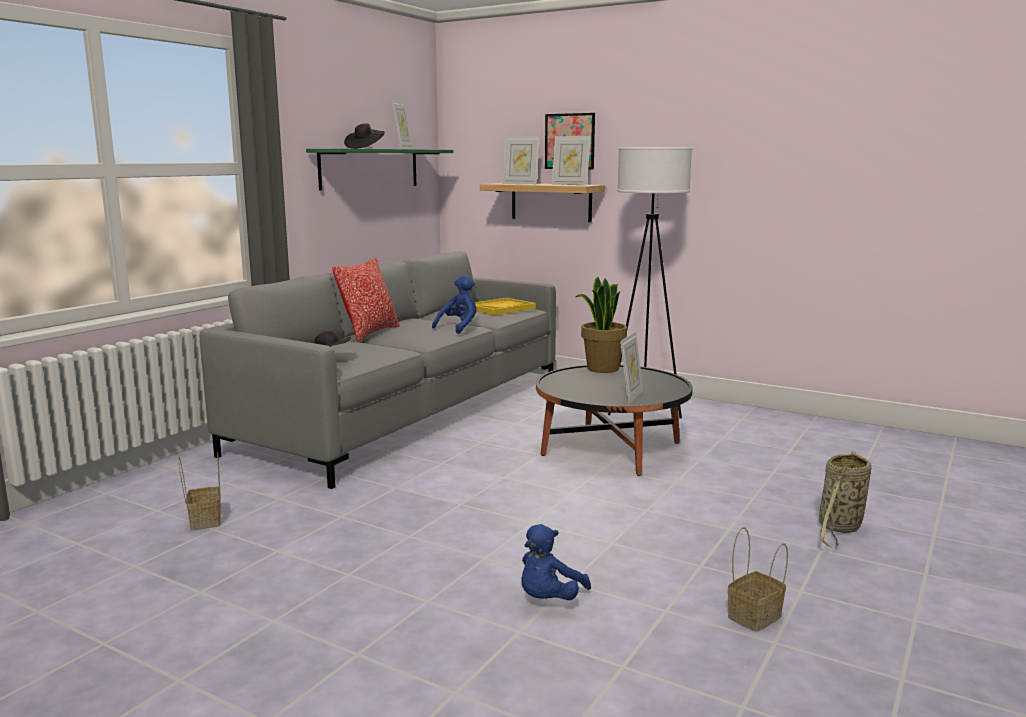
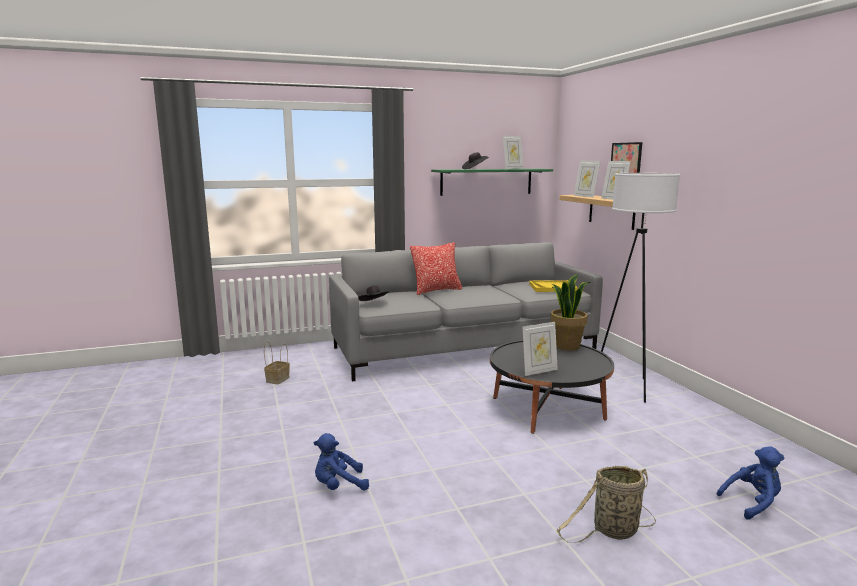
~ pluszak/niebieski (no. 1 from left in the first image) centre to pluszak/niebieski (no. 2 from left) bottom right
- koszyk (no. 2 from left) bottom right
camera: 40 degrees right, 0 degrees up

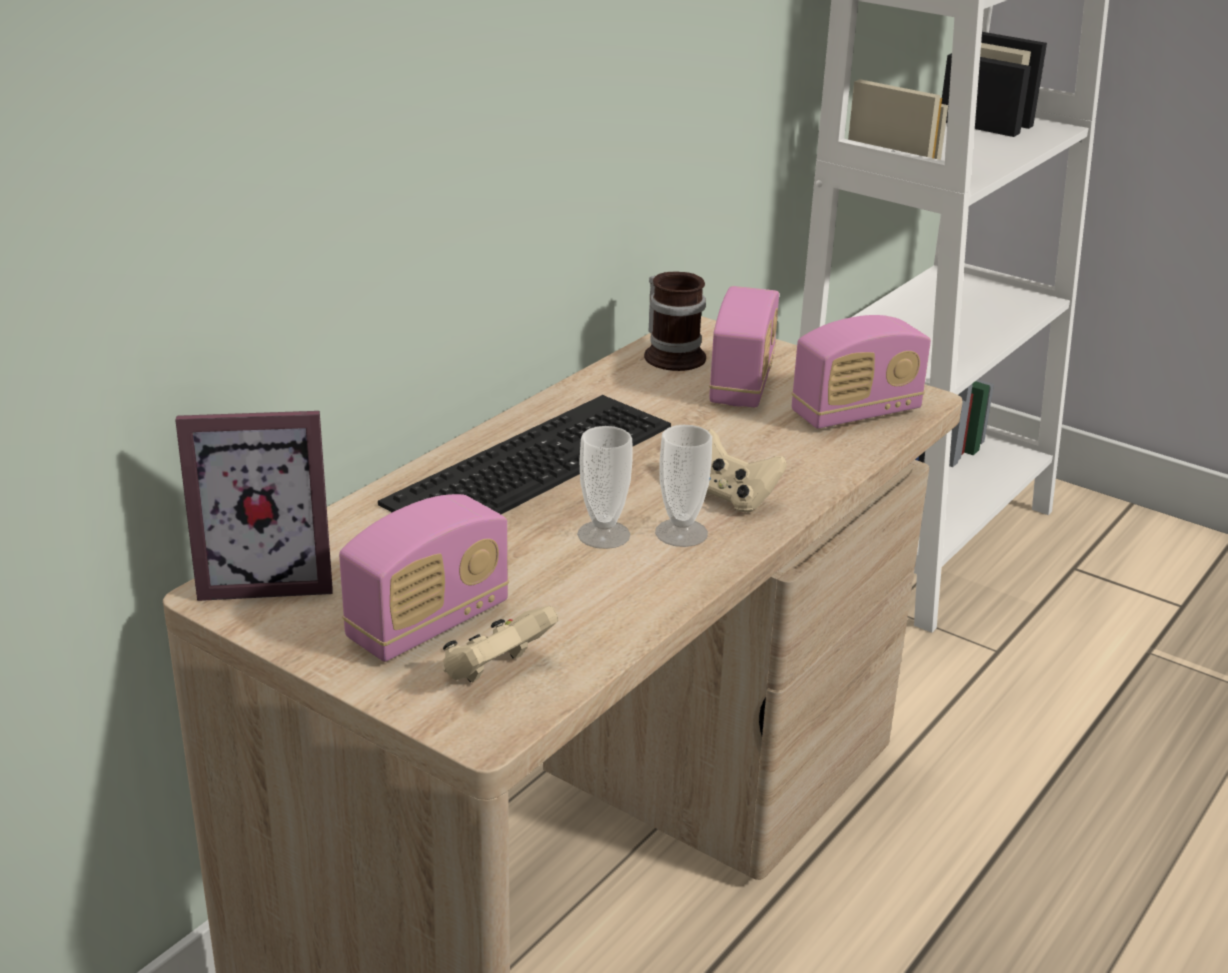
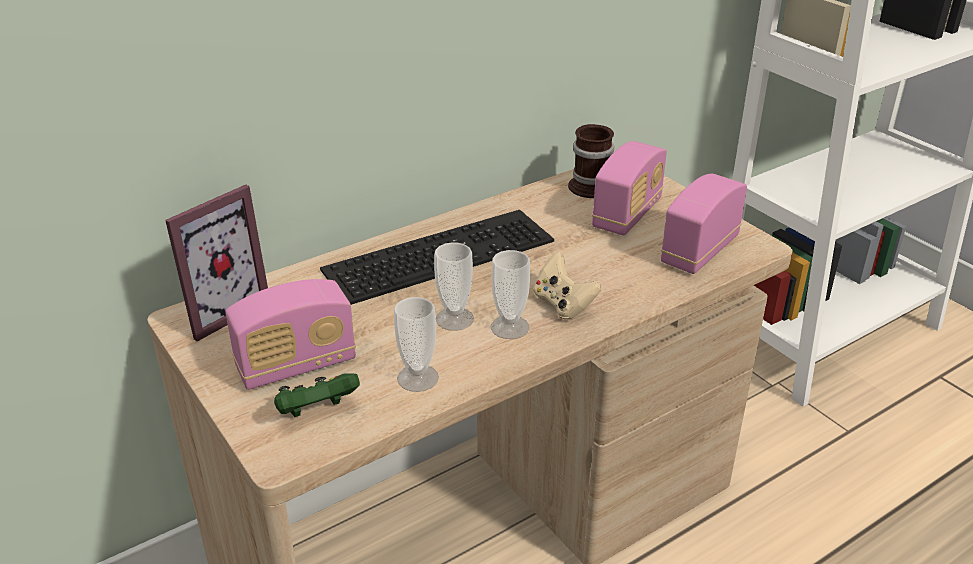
~ ramka na zdjęcie middle left = middle left 60 degrees counterclockwise
~ pad do gier/beżowy (no. 1 from left) centre to pad do gier/zielony bottom left
~ radio (no. 3 from left) middle right = middle right 135 degrees clockwise
+ filiżanka (no. 1 from left) centre
camera: 20 degrees right, 5 degrees up

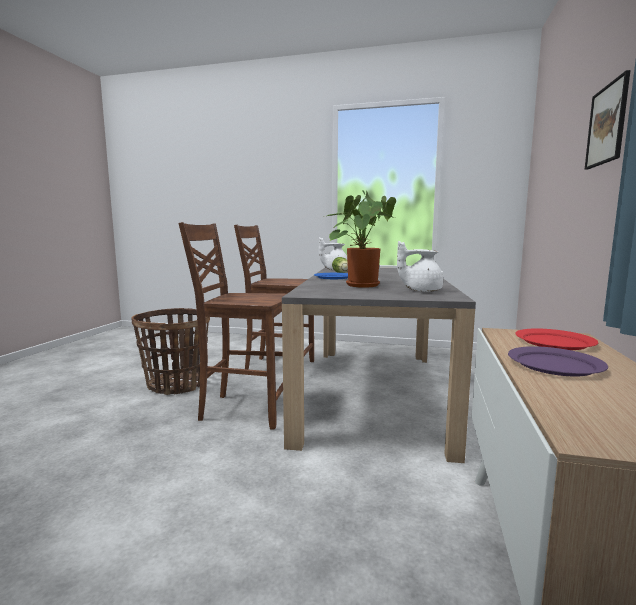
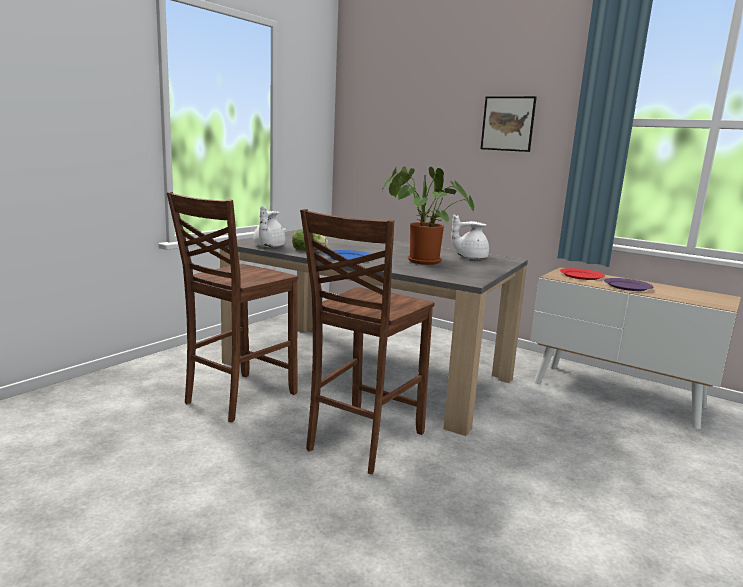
- koszyk middle left
~ imbryk/biały (no. 2 from left) centre = centre 60 degrees clockwise
camera: 70 degrees left, 5 degrees up

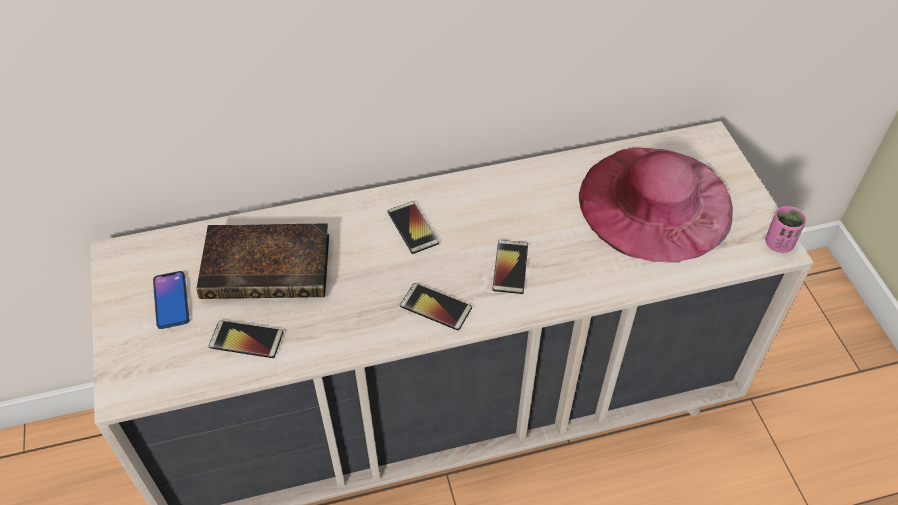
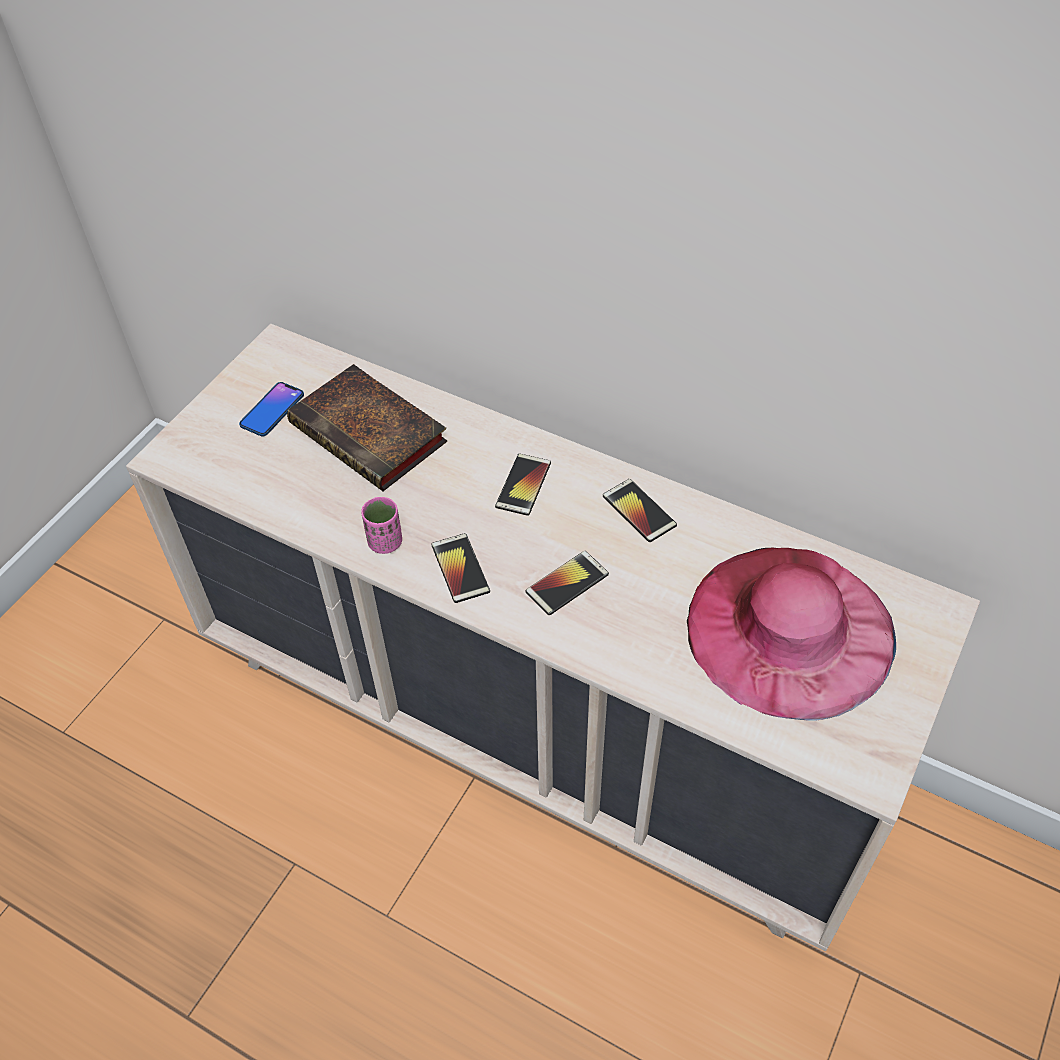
~ telefon (no. 2 from left in the first image) bottom left to telefon (no. 5 from left) centre
~ filiżanka/różowy middle right to centre
camera: 45 degrees right, 0 degrees up

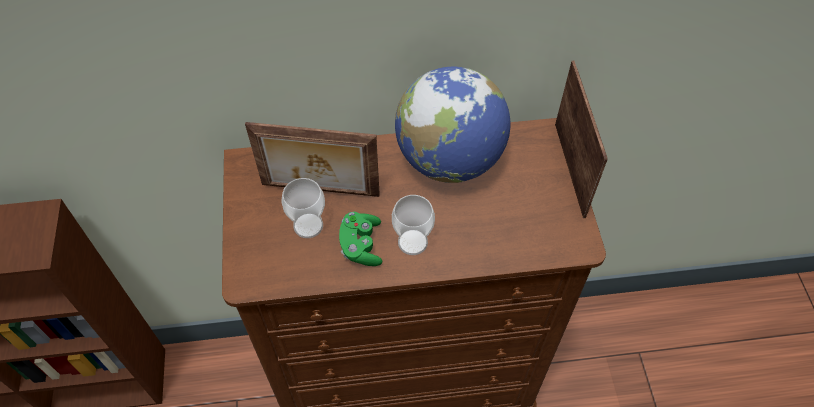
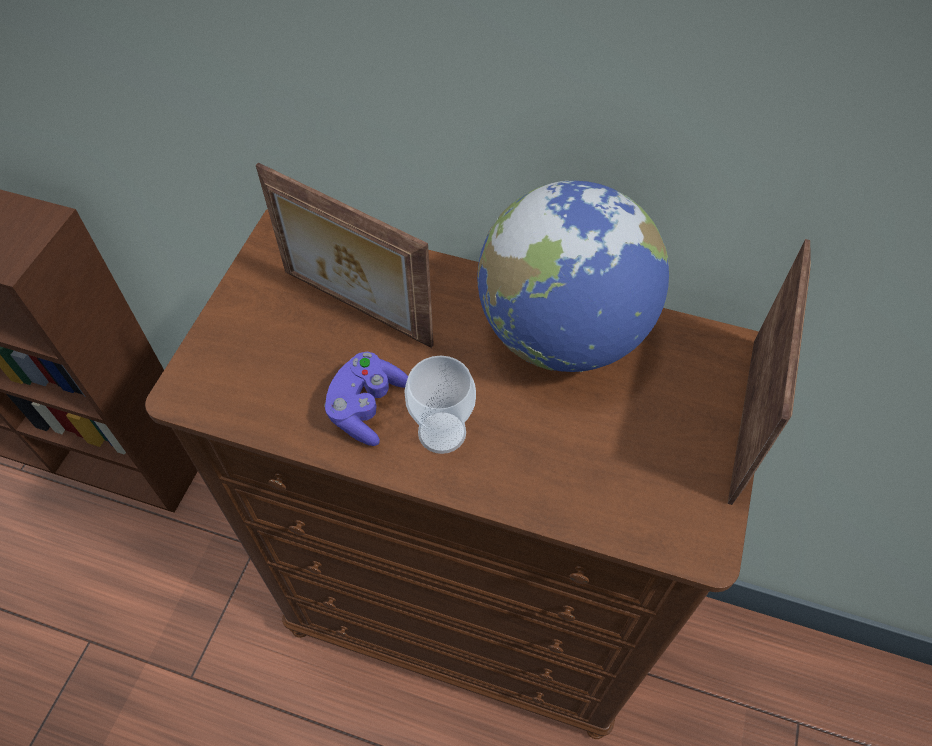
- filiżanka (no. 1 from left) centre
~ pad do gier/zielony centre to pad do gier/fioletowy centre
camera: 25 degrees right, 0 degrees up

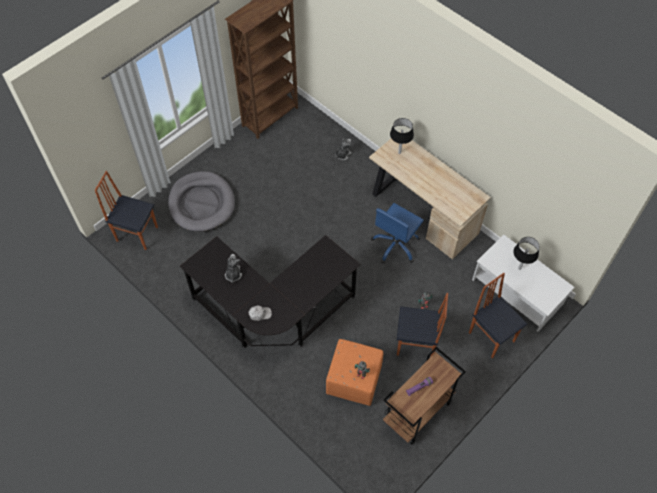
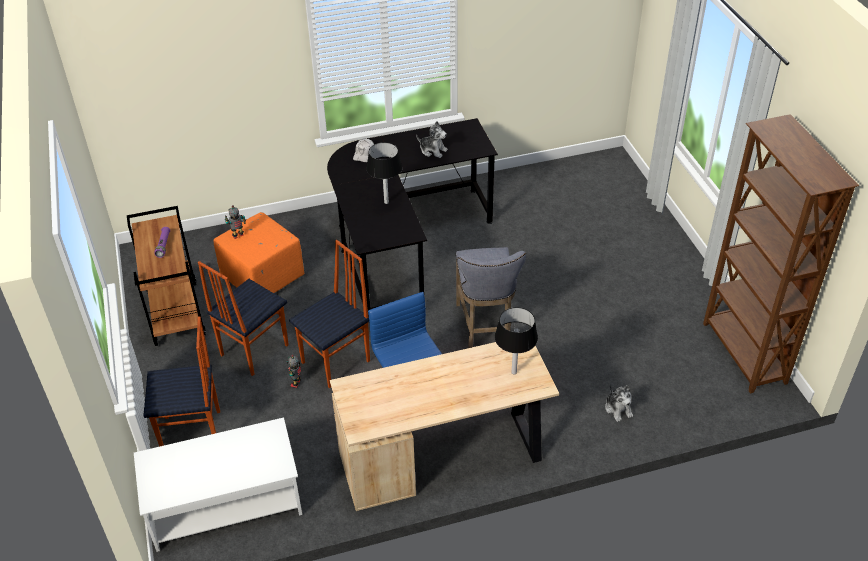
~ krzesło (no. 1 from left in the first image) middle left to krzesło (no. 3 from left) centre
- legowisko/szary middle left
~ lampa stołowa/czarny (no. 2 from left in the first image) middle right to lampa stołowa/czarny (no. 1 from left) top centre
+ stołek/szary centre
camera: 120 degrees right, 15 degrees down

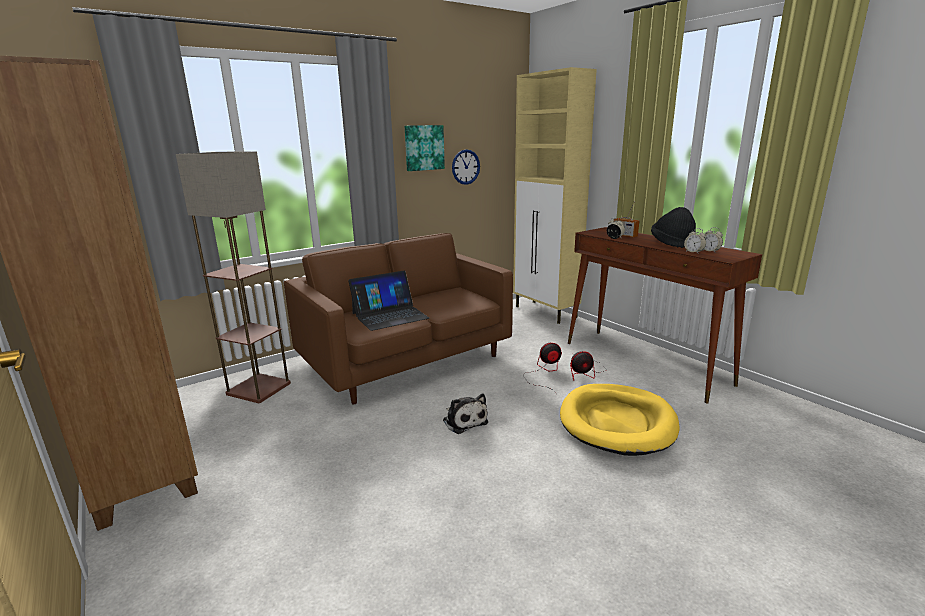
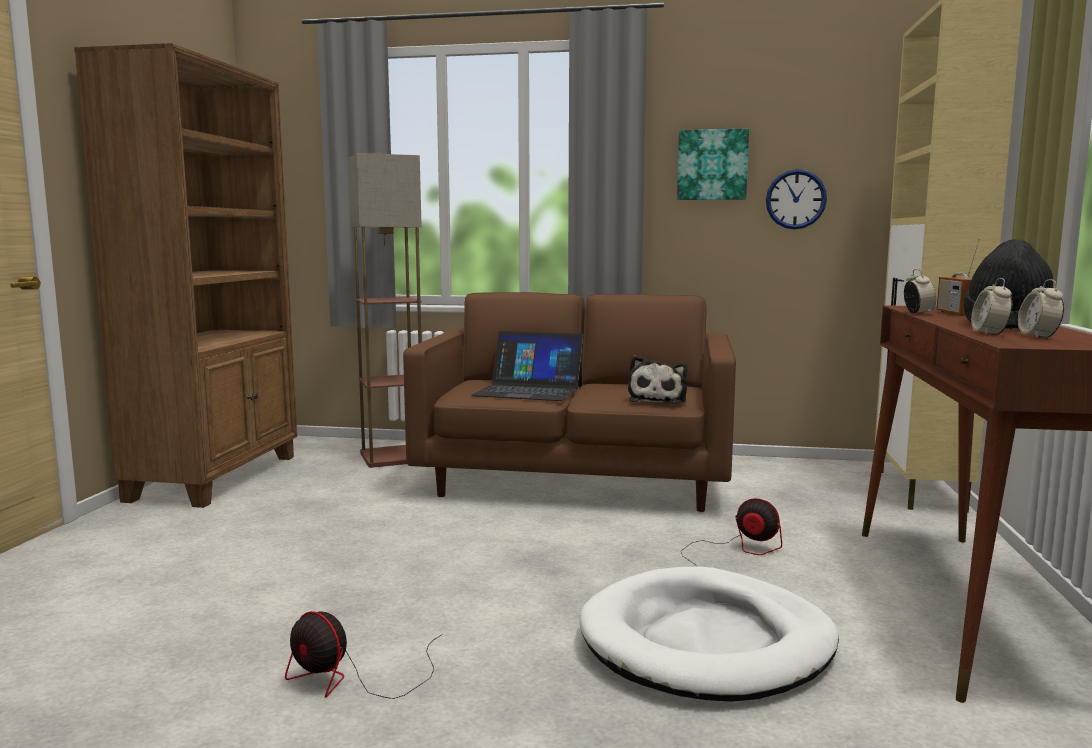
~ pluszak bottom centre to centre
~ legowisko/żółty bottom right to legowisko/biały bottom centre
~ wentylator (no. 2 from left in the first image) centre to wentylator (no. 1 from left) bottom centre
camera: 45 degrees right, 10 degrees down

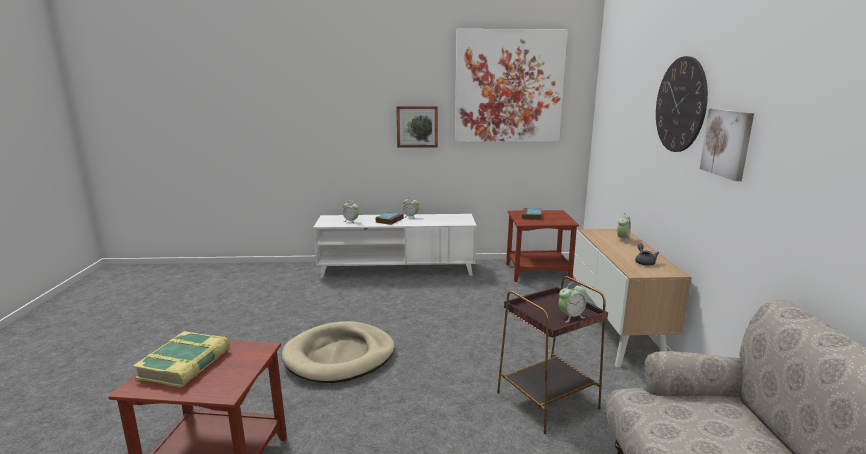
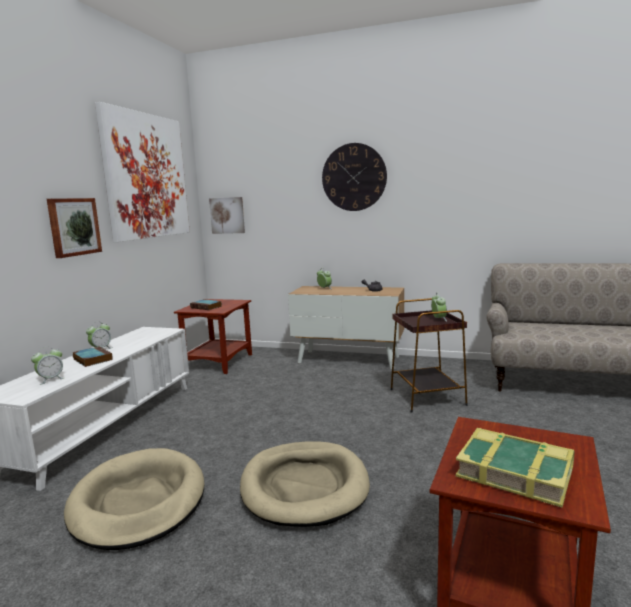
~ obraz (no. 3 from left) top right to centre
+ legowisko/beżowy (no. 1 from left) bottom left
camera: 70 degrees left, 5 degrees down

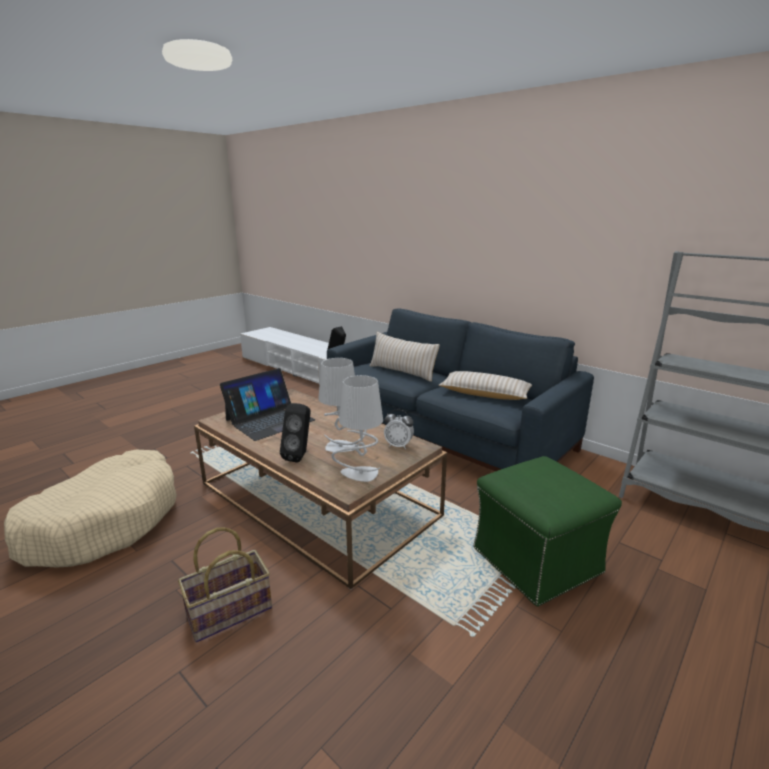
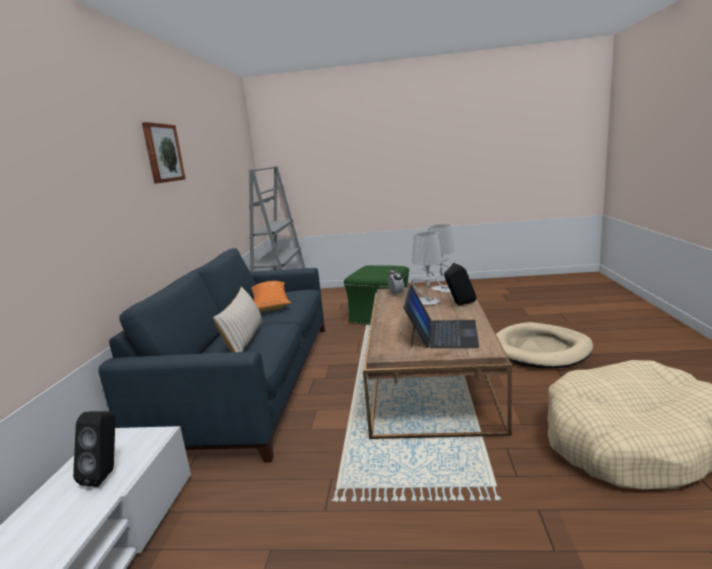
~ koszyk bottom left to legowisko/beżowy (no. 1 from left) middle right
~ laptop centre = centre 90 degrees clockwise
~ poduszka/beżowy (no. 2 from left) centre to poduszka/pomarańczowy centre
+ obraz top left
camera: 125 degrees left, 5 degrees down

